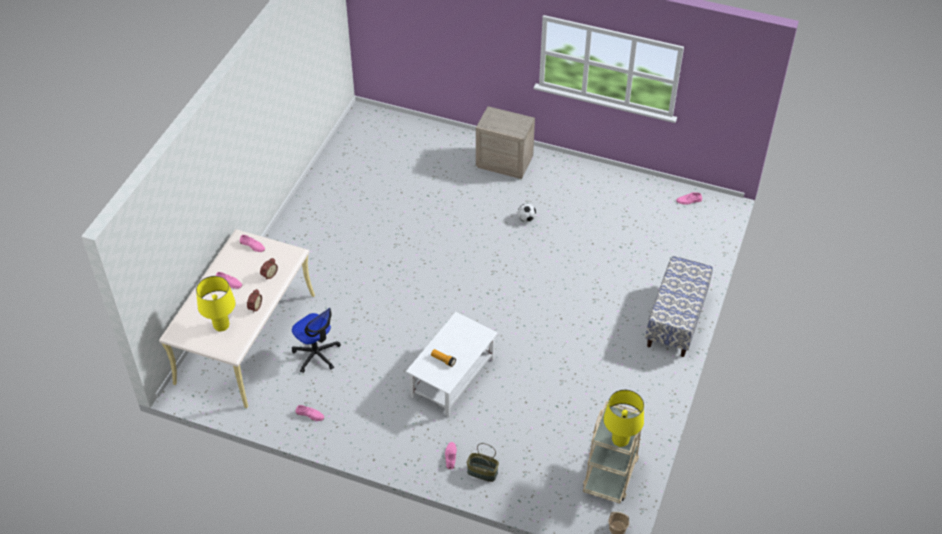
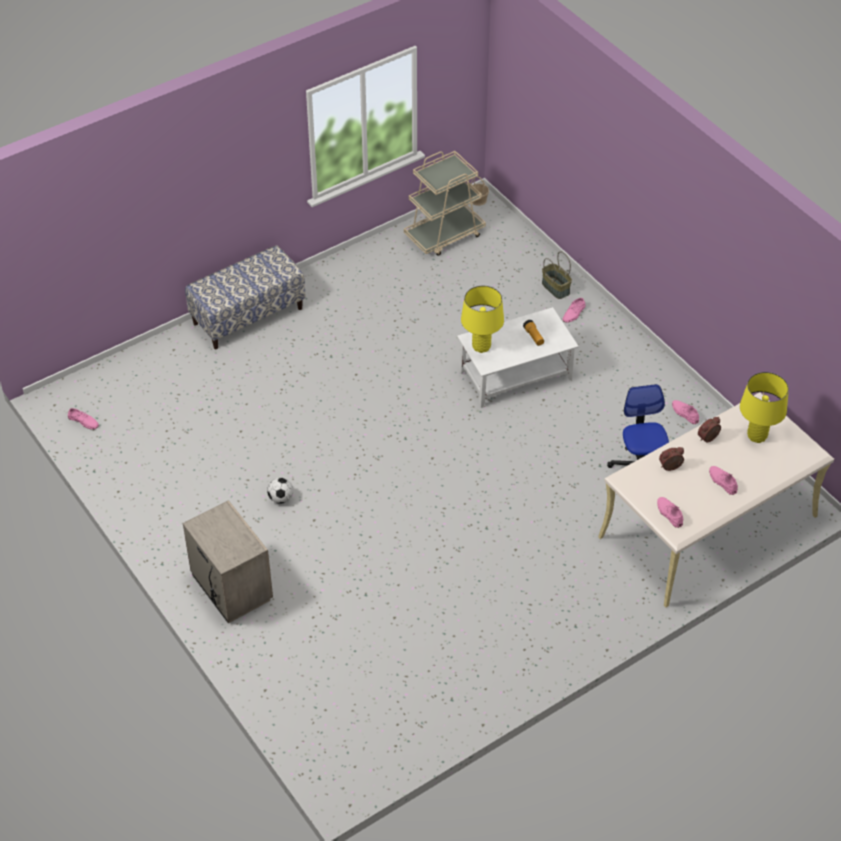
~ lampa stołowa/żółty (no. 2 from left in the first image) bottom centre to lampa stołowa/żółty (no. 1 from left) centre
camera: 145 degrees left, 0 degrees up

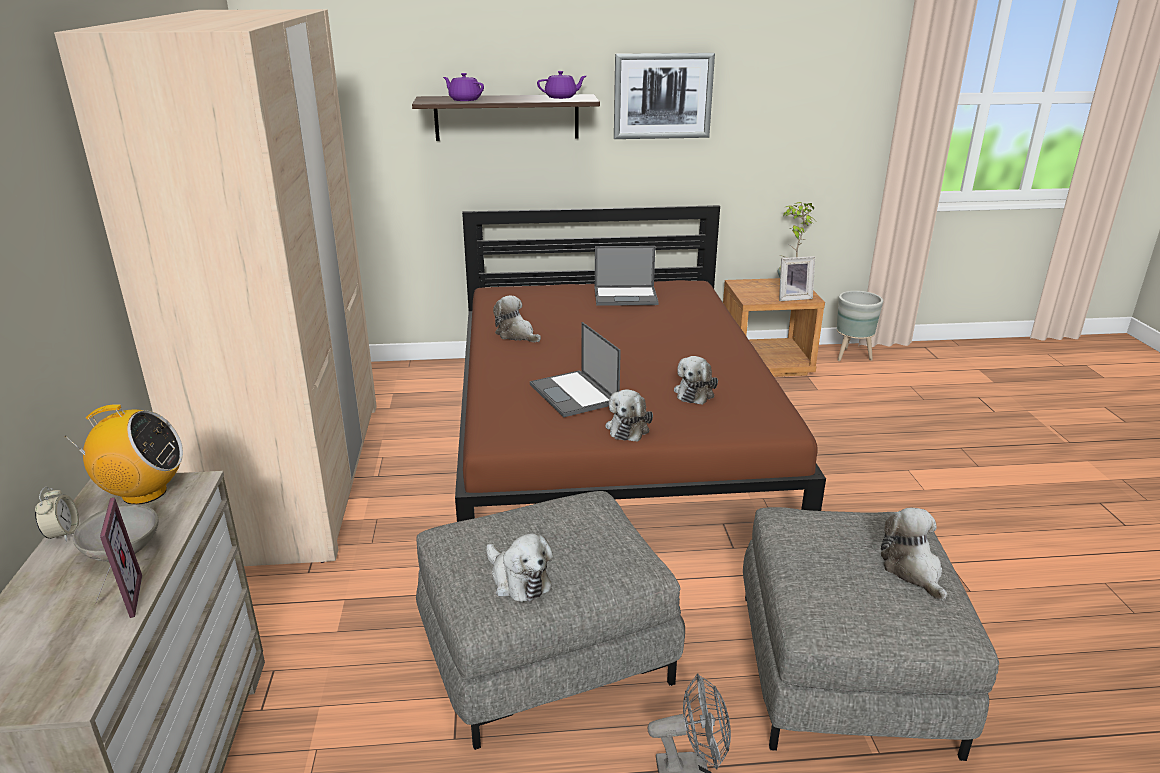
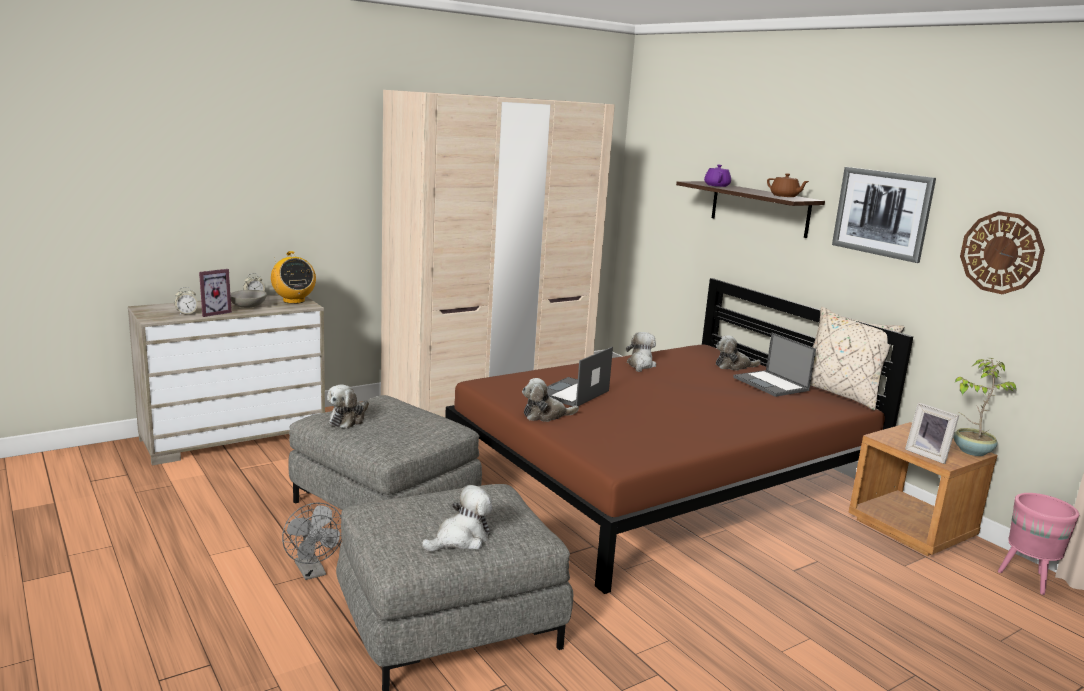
~ imbryk/fioletowy (no. 2 from left) top centre to imbryk/brązowy top right
~ pluszak (no. 4 from left in the first image) centre to pluszak (no. 5 from left) middle right
~ donica/szary middle right to donica/różowy bottom right
+ budzik (no. 1 from left) middle left
+ poduszka/beżowy middle right
+ zegar ścienny middle right
camera: 60 degrees right, 10 degrees down

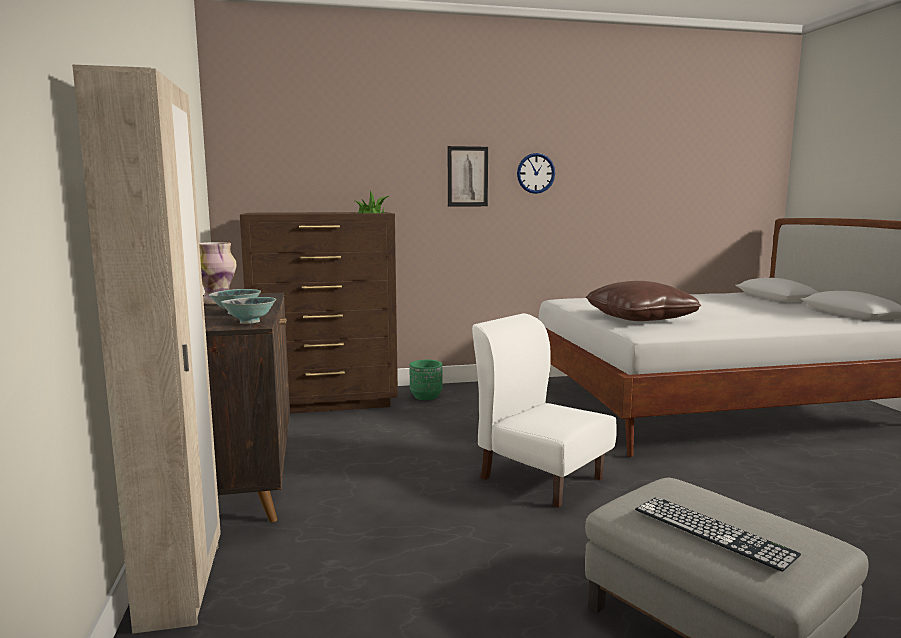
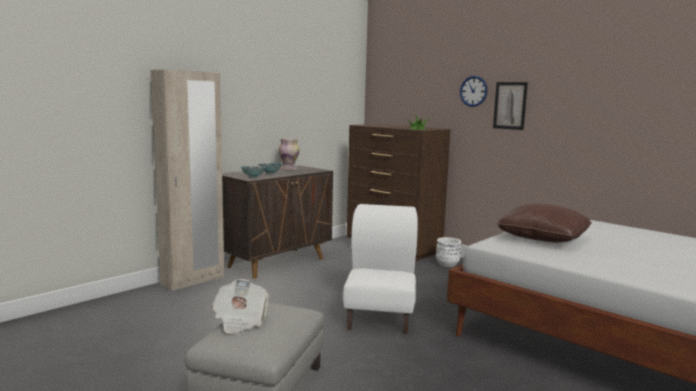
~ donica/zielony centre to donica/biały centre
~ zegar ścienny top centre to top right
~ klawiatura bottom right to gazeta bottom centre
camera: 55 degrees right, 0 degrees up

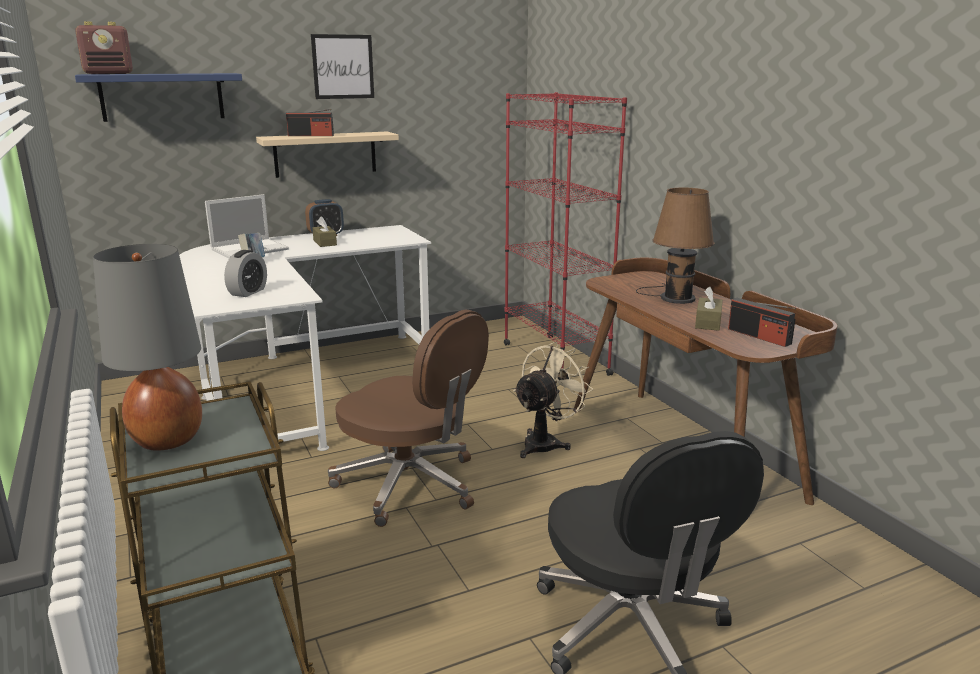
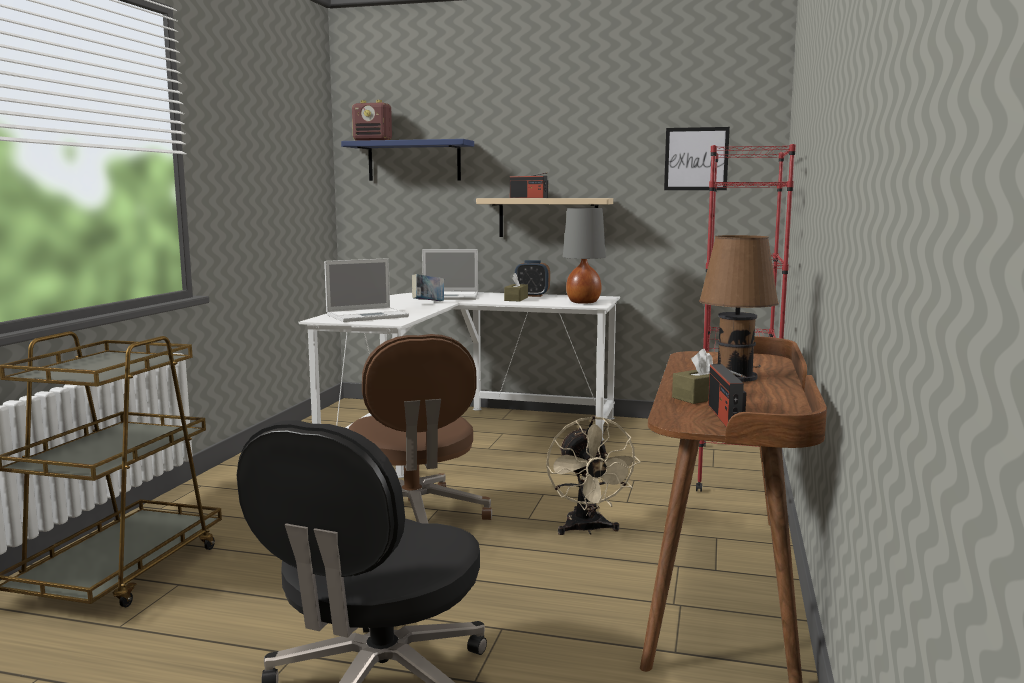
~ lampa stołowa/szary middle left to centre
~ budzik (no. 1 from left) middle left to laptop (no. 1 from left) centre
~ obraz top centre to top right
~ wentylator/beżowy centre = bottom centre 90 degrees clockwise
camera: 40 degrees right, 10 degrees down

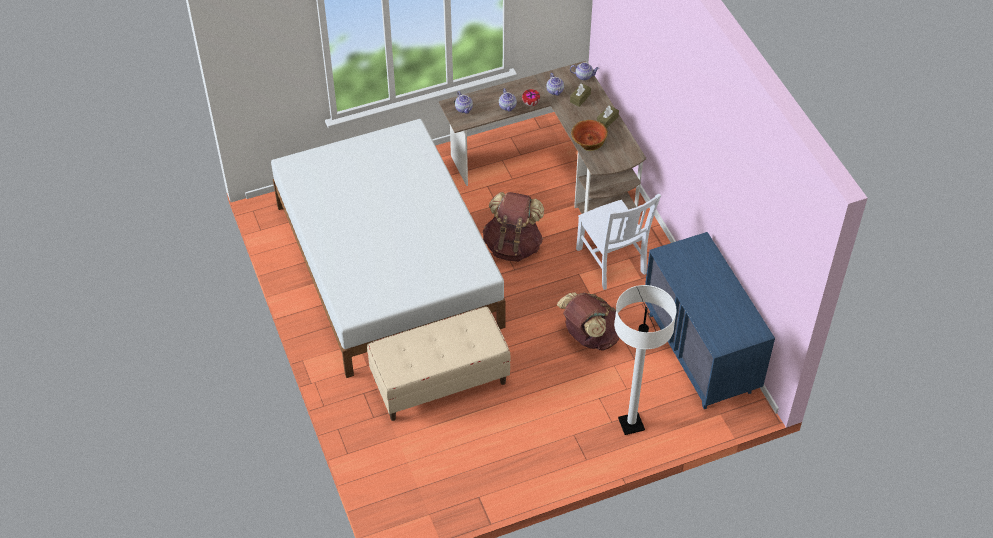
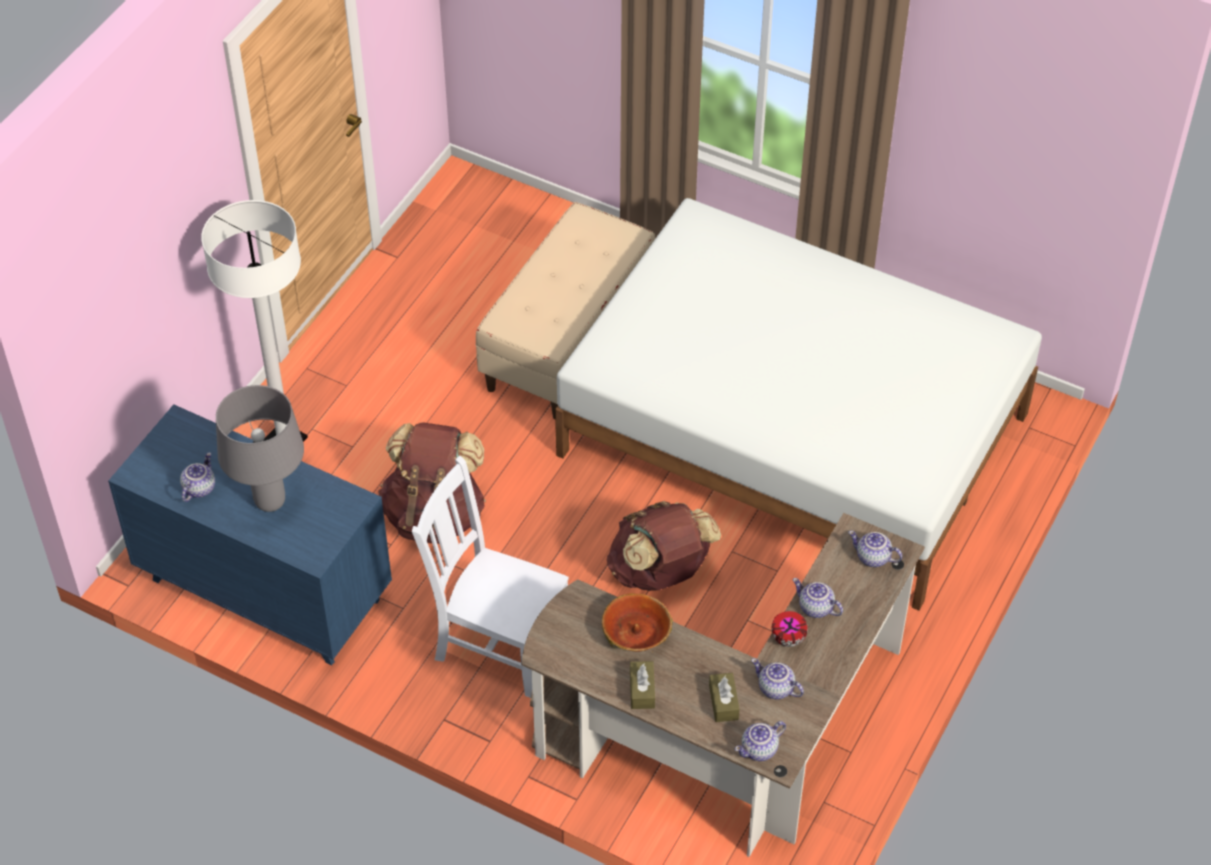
+ imbryk (no. 1 from left) middle left
+ lampa stołowa/szary middle left
camera: 140 degrees right, 0 degrees up

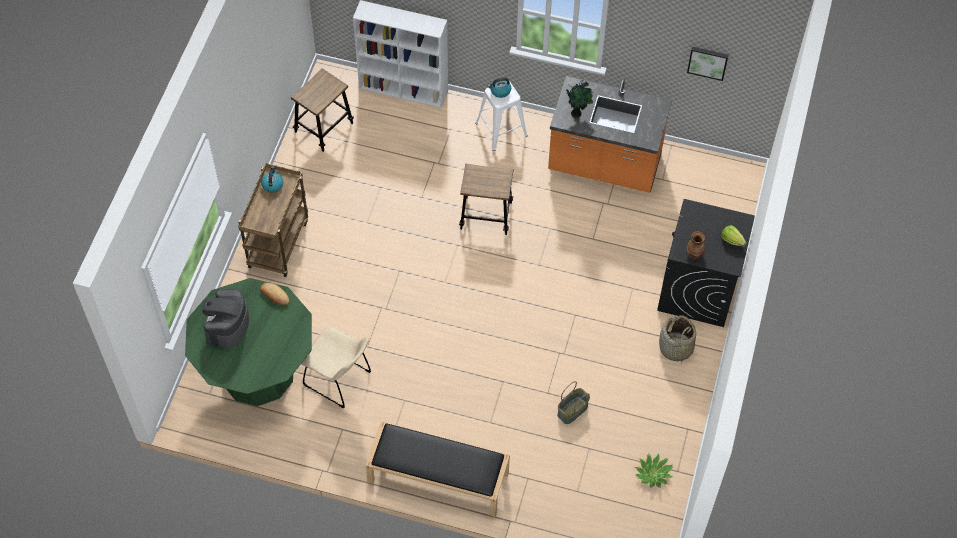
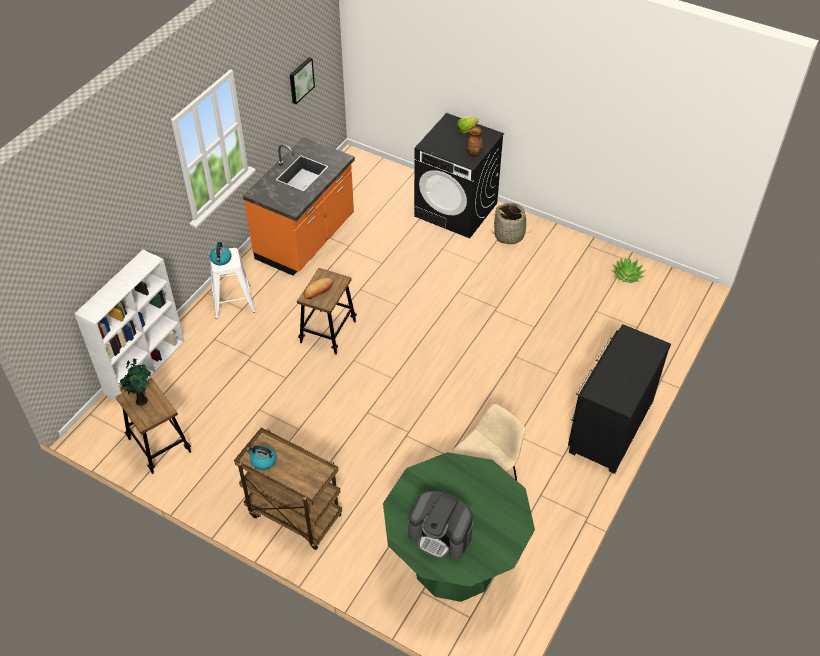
~ chleb middle left to centre
~ ławka/czarny bottom centre to komoda/czarny middle right
- koszyk (no. 1 from left) bottom centre
~ roślina doniczkowa (no. 1 from left) top centre to middle left
camera: 75 degrees left, 10 degrees down

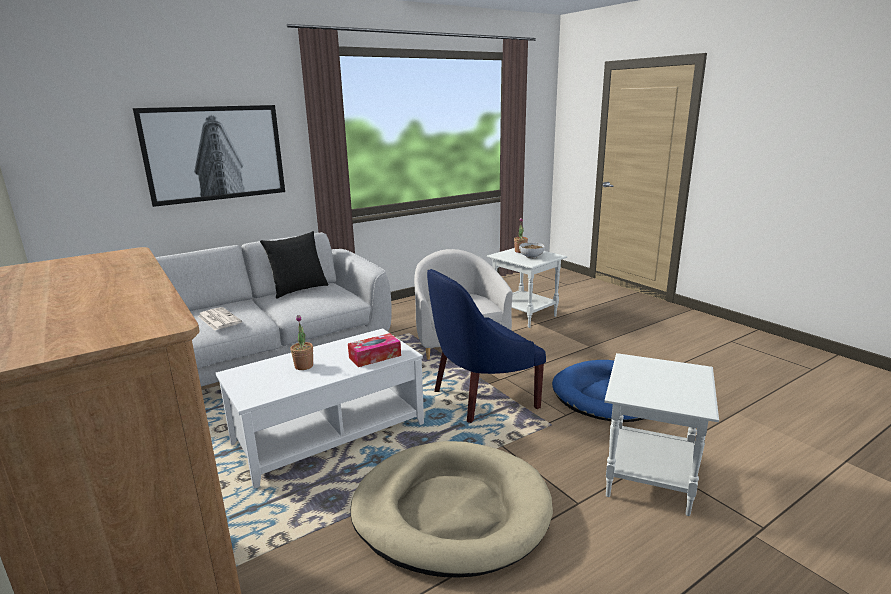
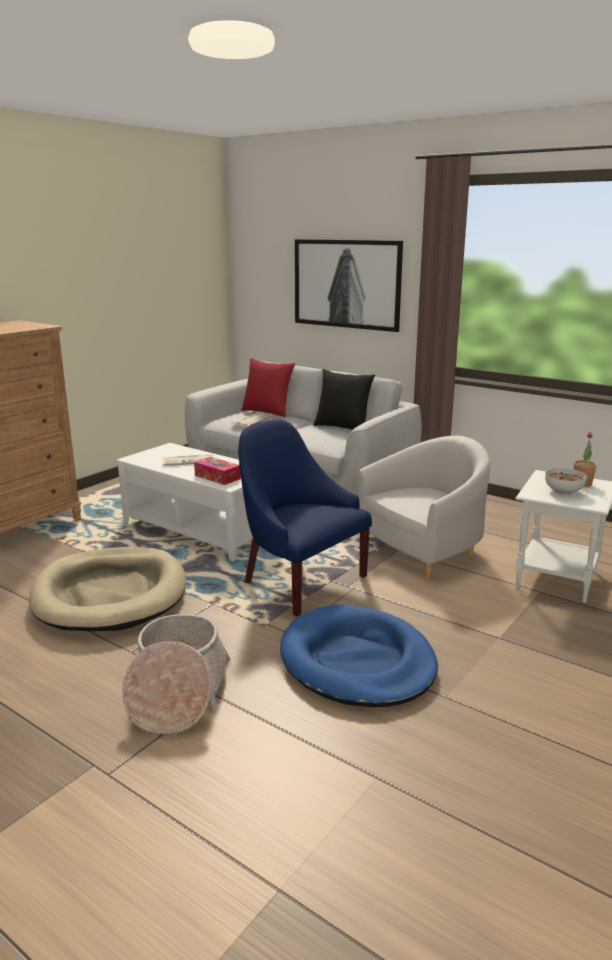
~ roślina doniczkowa (no. 1 from left) centre to gazeta (no. 1 from left) middle left
~ stolik/biały (no. 2 from left) bottom right to koszyk bottom left
+ poduszka/czerwony centre
camera: 70 degrees right, 0 degrees up

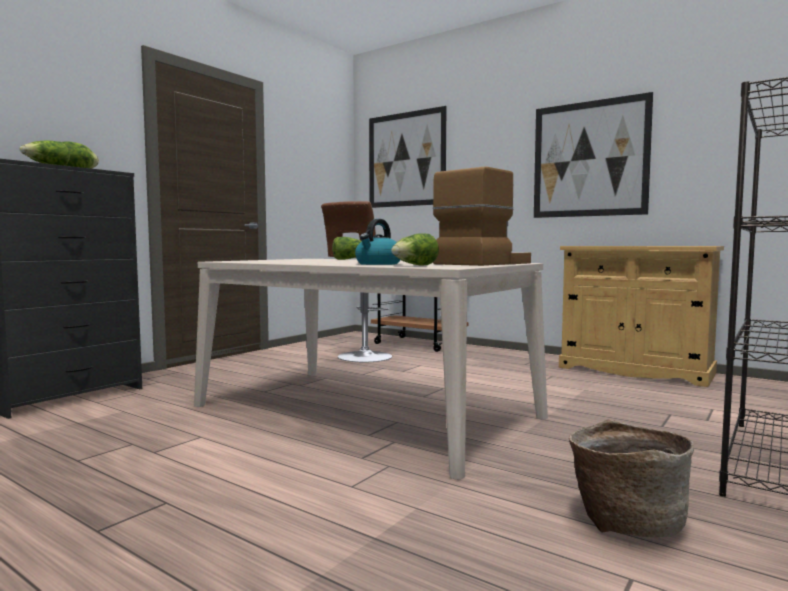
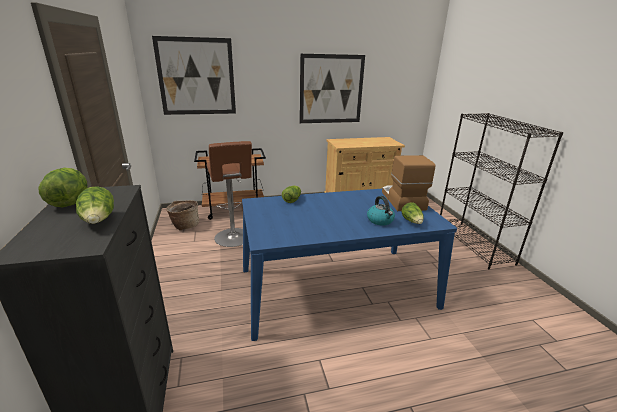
~ stół jadalny/beżowy centre to stół jadalny/niebieski centre
~ koszyk bottom right to middle left
camera: 50 degrees left, 20 degrees up

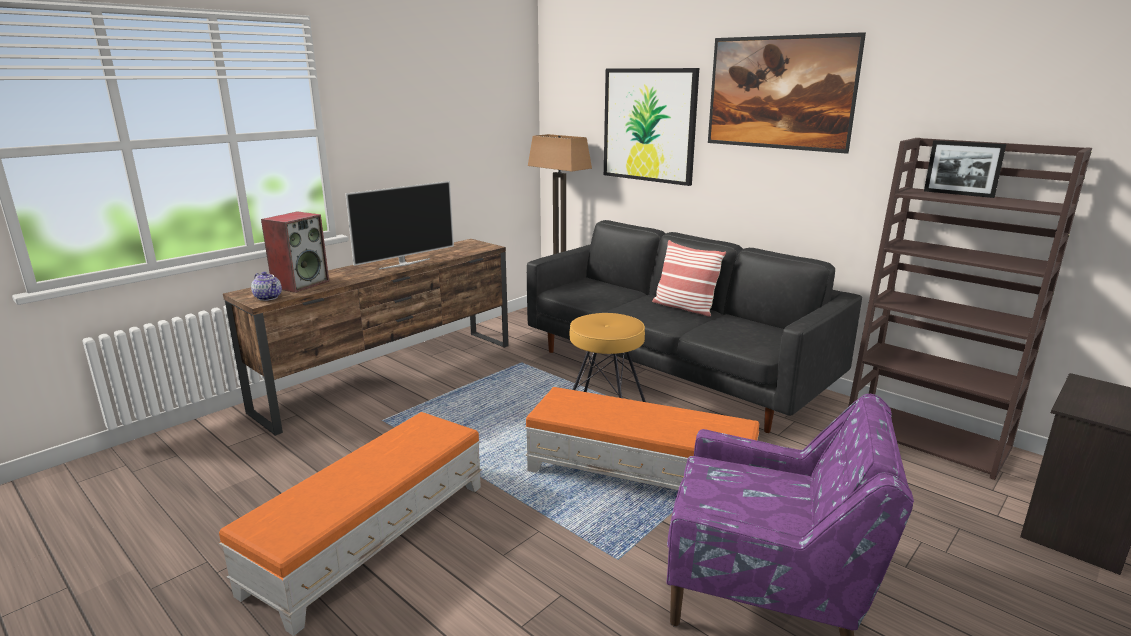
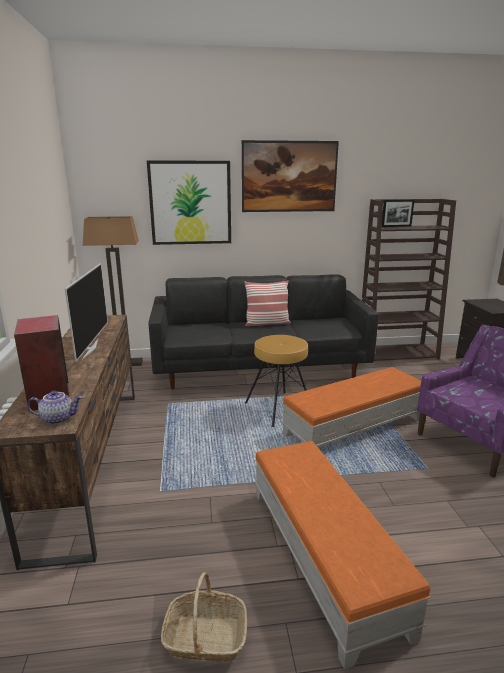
+ koszyk bottom centre
camera: 50 degrees left, 0 degrees up

